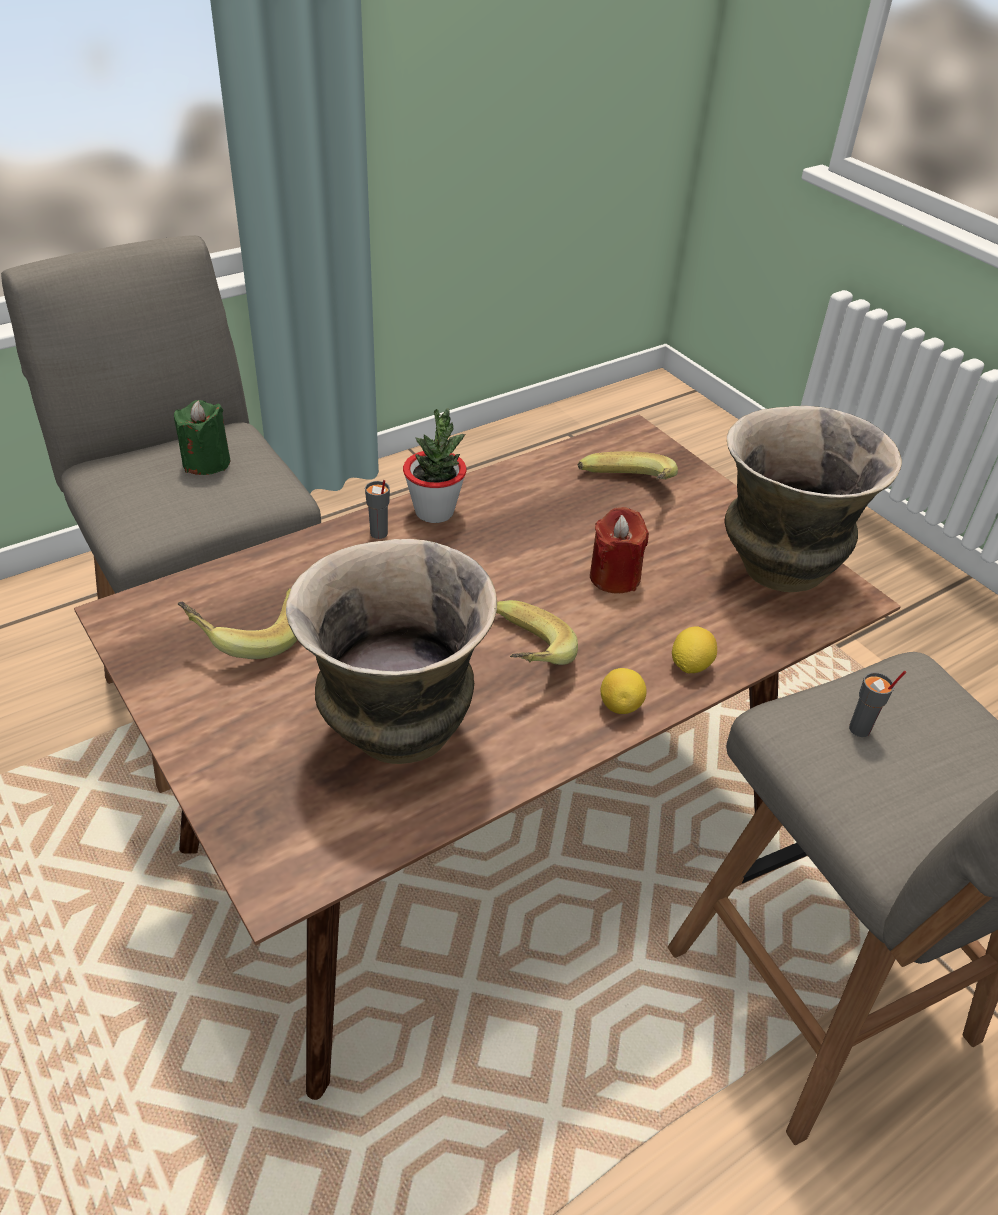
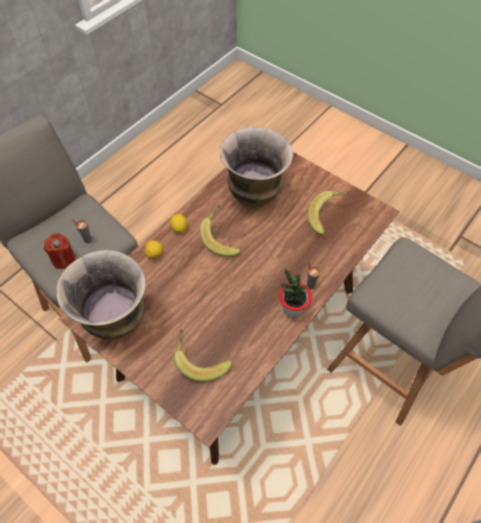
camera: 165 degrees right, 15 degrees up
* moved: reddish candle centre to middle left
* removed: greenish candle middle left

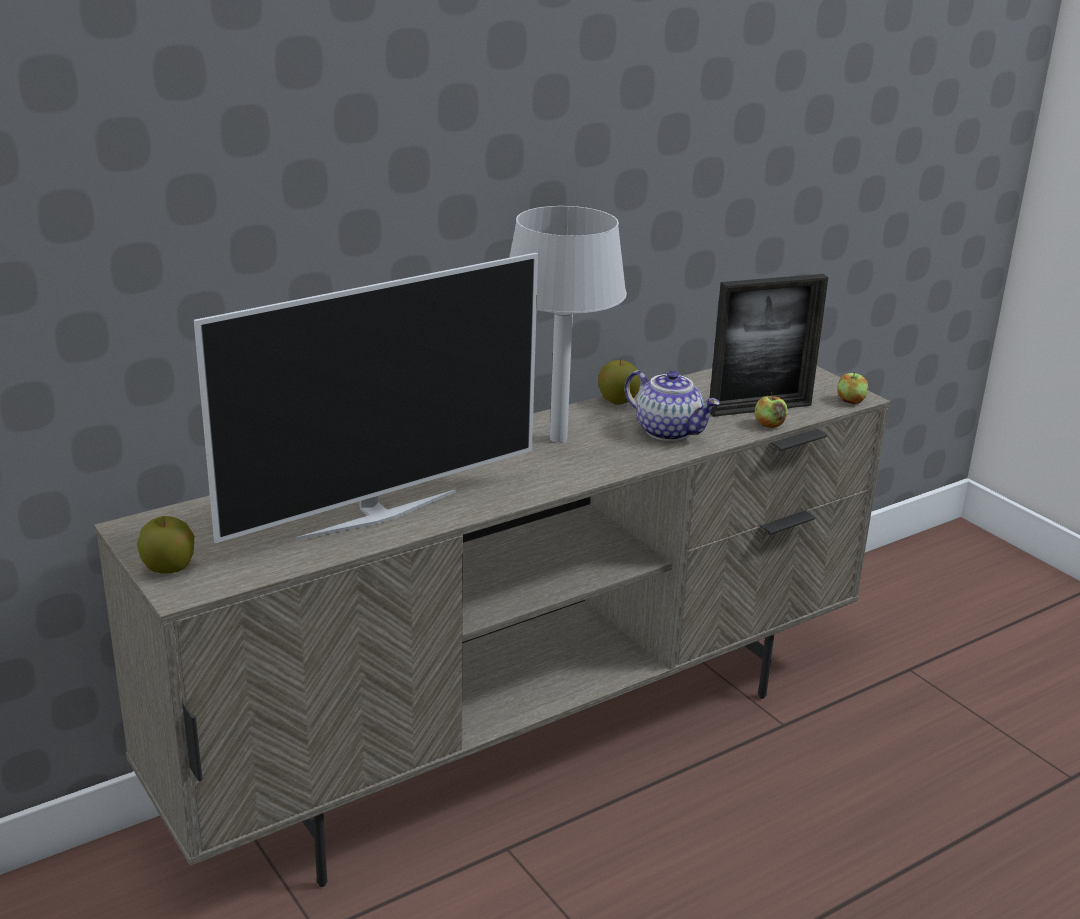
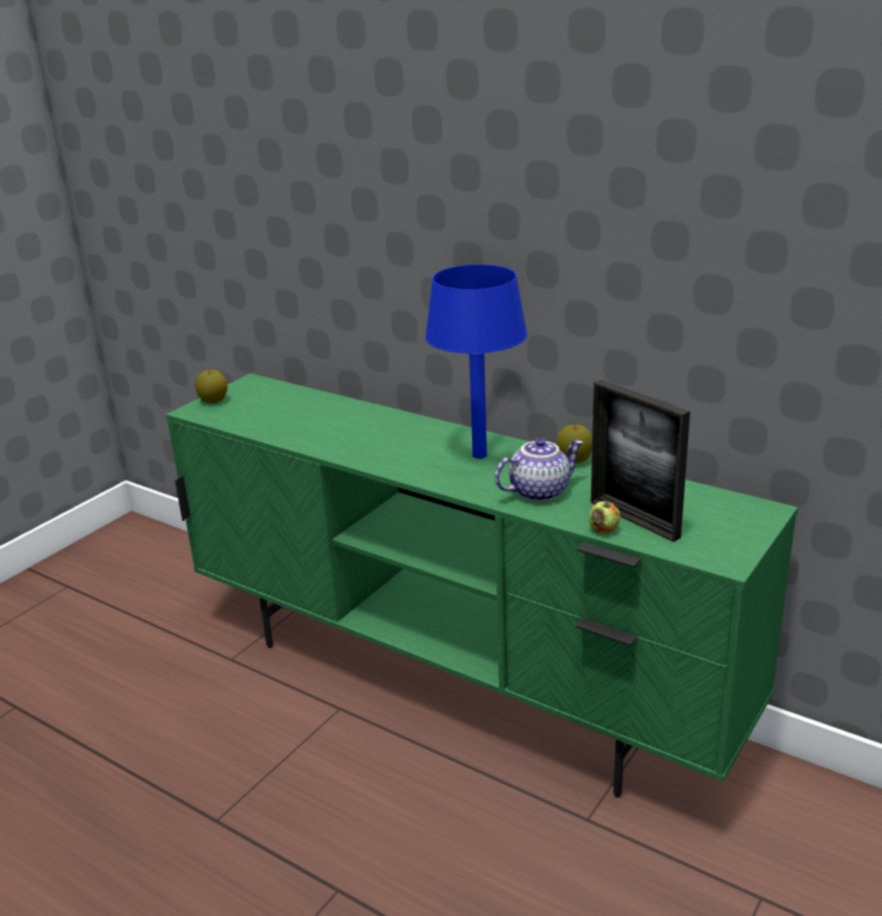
camera: 70 degrees right, 0 degrees up
* recoloured: sand-coloured tv unit bottom centre to greenish tv unit centre
* recoloured: gray lamp for a table centre to blue-coloured lamp for a table centre
* turned: teapot centre = centre 135 degrees counterclockwise
* removed: TV set centre
* removed: whole apple (4th from left) middle right

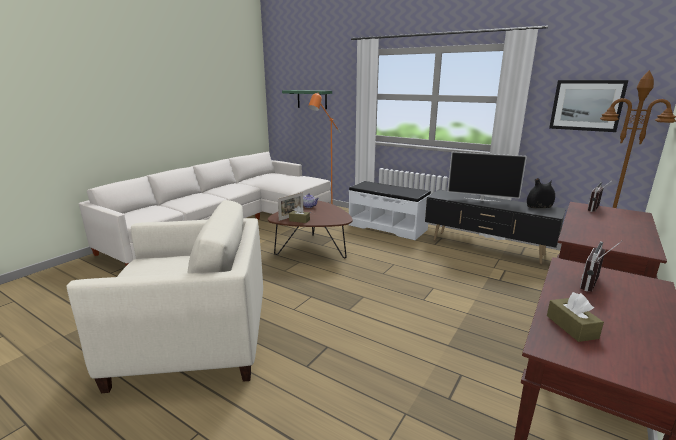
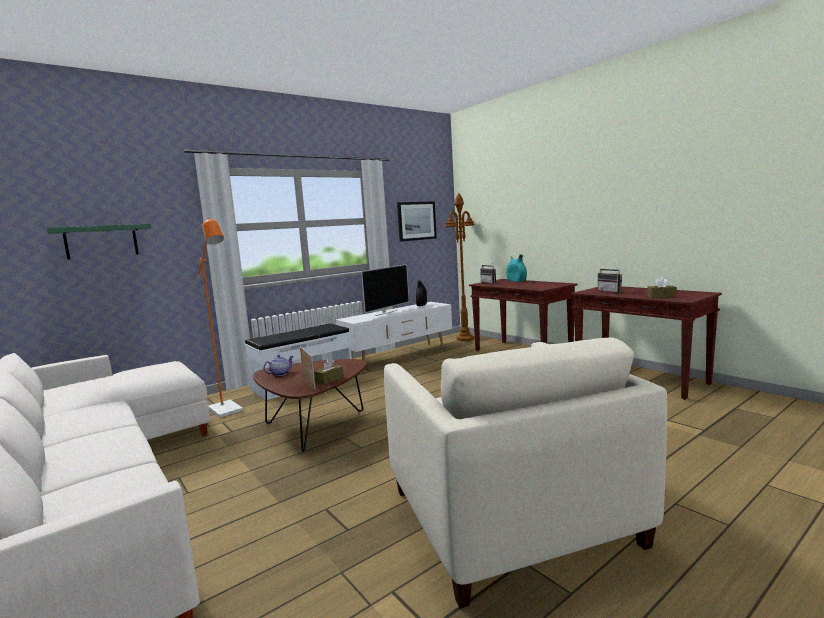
camera: 70 degrees left, 10 degrees down
* recoloured: blackish tv unit middle right to white-coloured tv unit centre
* turned: sand-coloured lounge chair bottom left = bottom centre 150 degrees clockwise
* added: turquoise-coloured flower vase centre

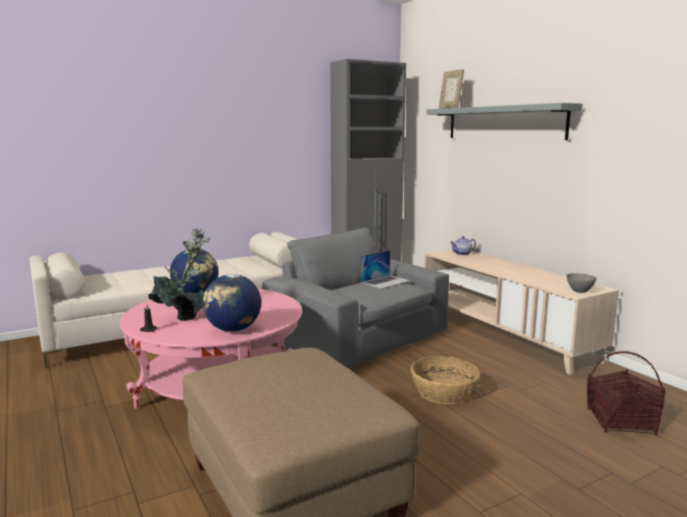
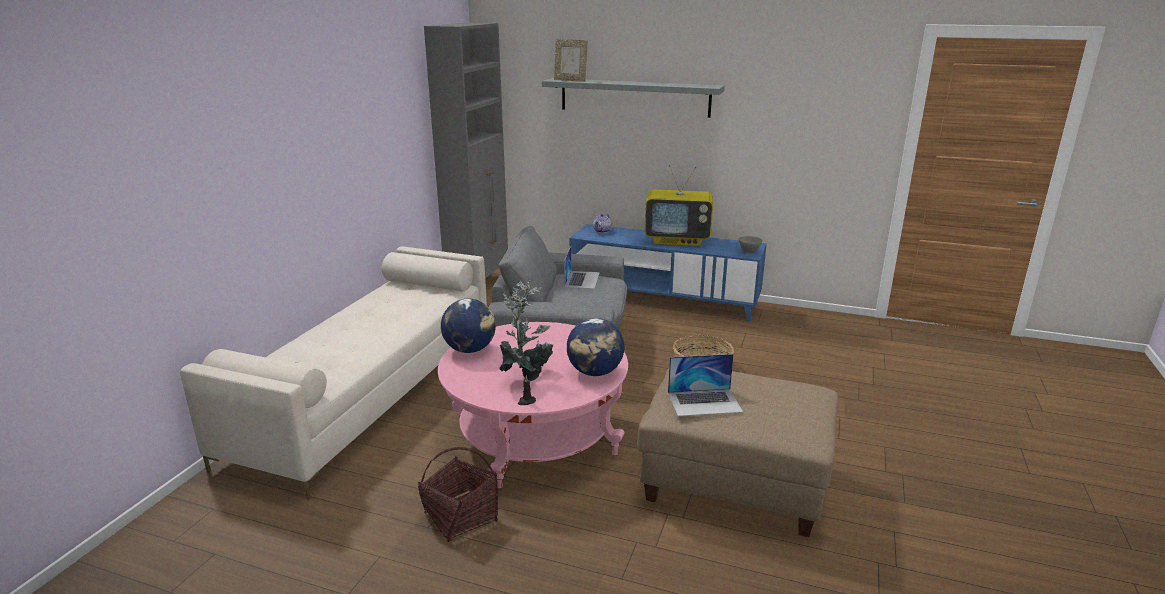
camera: 40 degrees left, 10 degrees up
* moved: household basket (2nd from left in the first image) bottom right to household basket (1st from left) bottom centre
* recoloured: sand-coloured tv unit middle right to blue-coloured tv unit centre
* added: TV set centre
* added: portable computer (2nd from left) centre

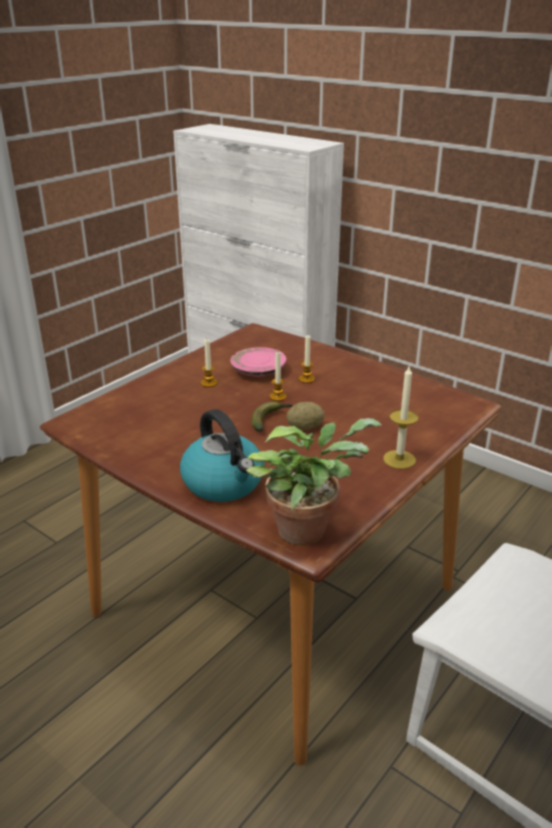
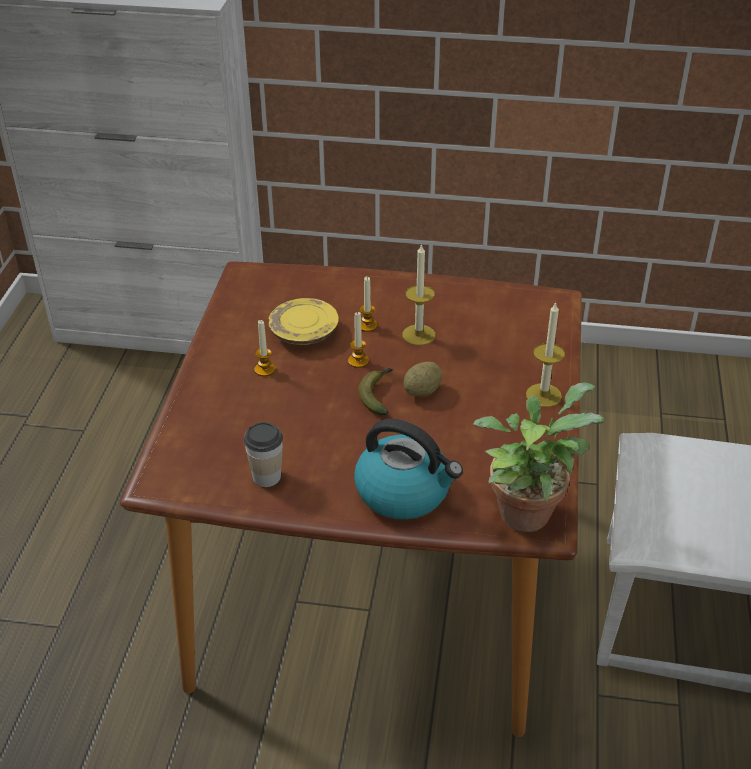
camera: 30 degrees left, 10 degrees up
* added: cup centre
* recoloured: pink plate centre to yellowish plate centre
* added: candle (4th from left) centre

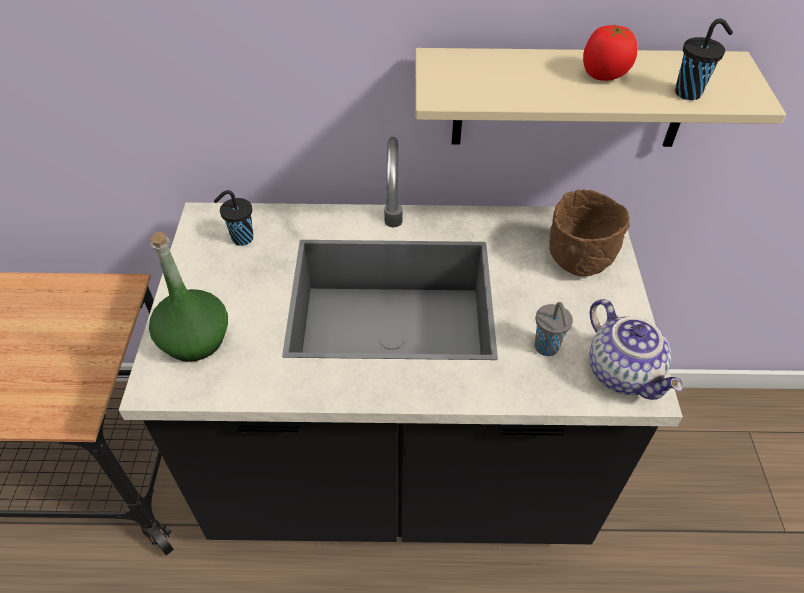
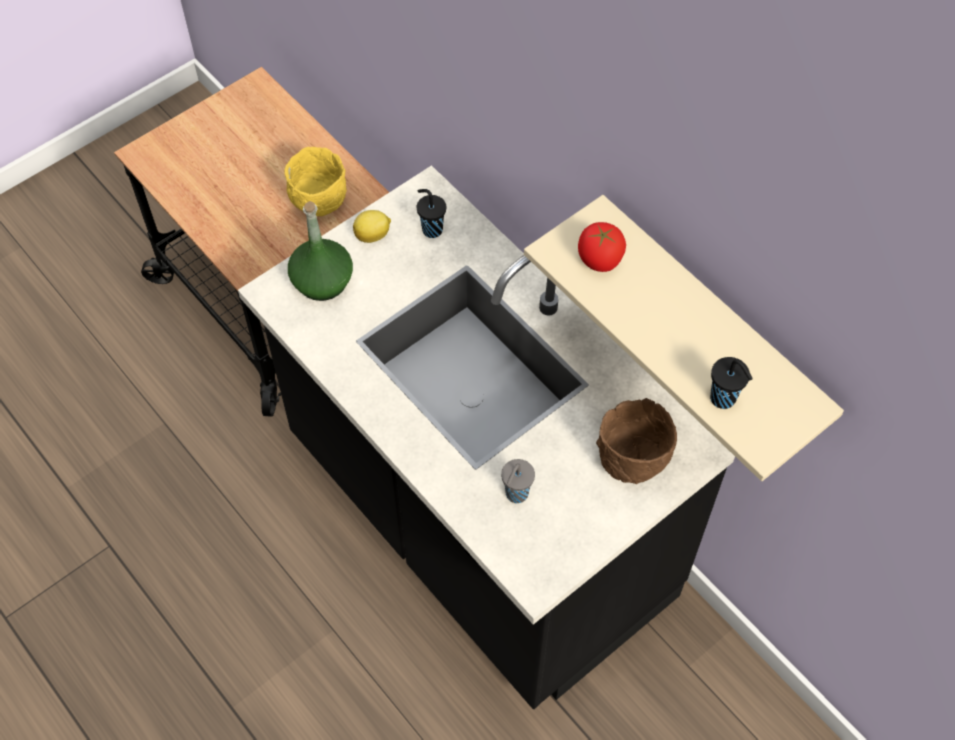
camera: 50 degrees right, 10 degrees up
* added: yellowish bowl top left
* added: whole lemon top centre
* moved: tomato top right to centre
* removed: teapot middle right

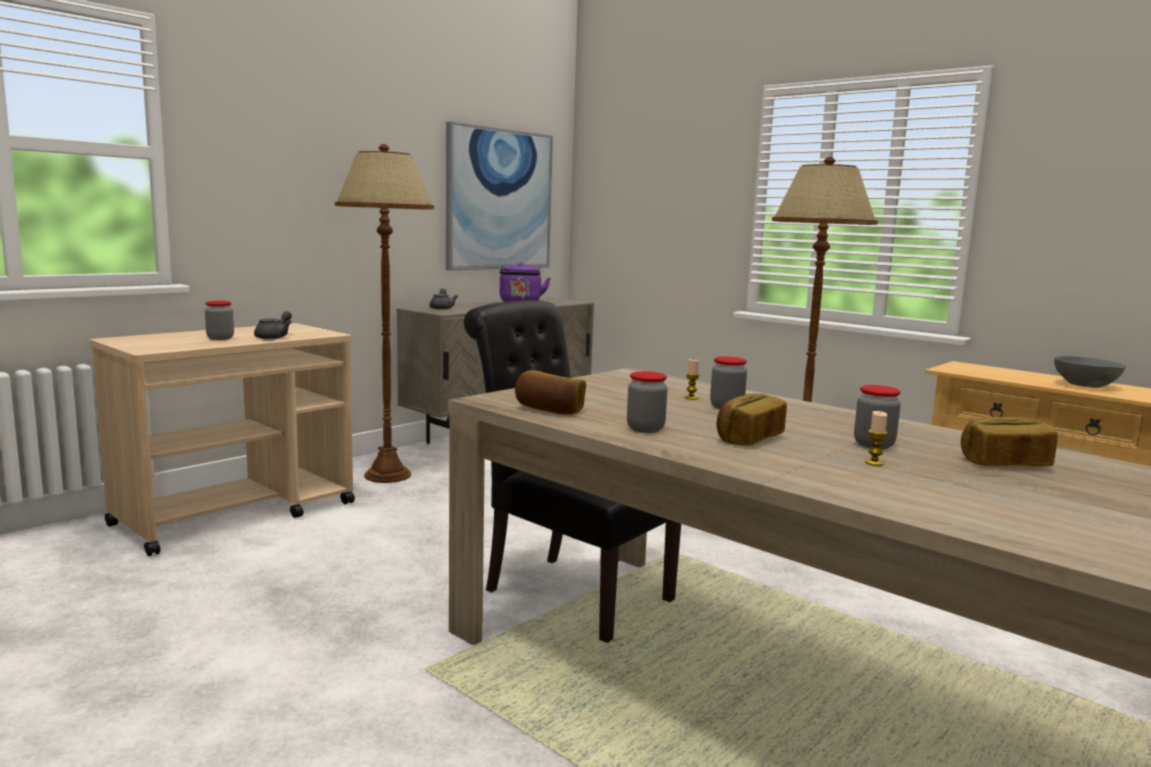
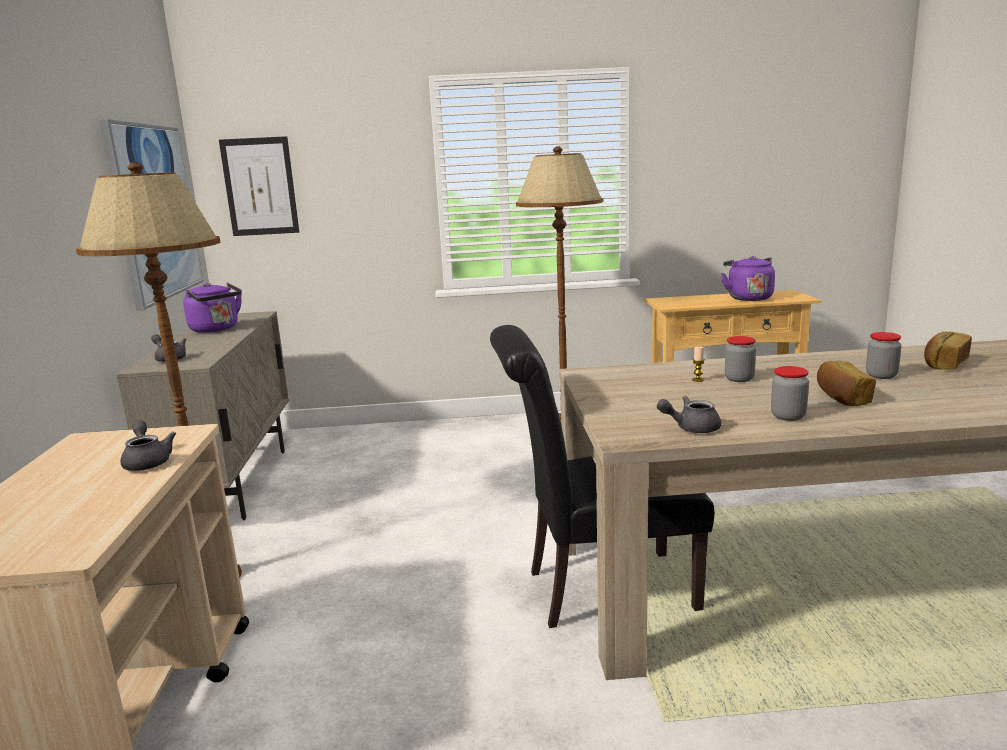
camera: 45 degrees left, 5 degrees up
* added: wall art (2nd from left) top left
* replaced: baked bread (1st from left) centre to gray teapot (3rd from left) middle right
* replaced: gray bowl middle right to purple-coloured tea kettle (2nd from left) middle right
* removed: storage jar (1st from left) middle left
* removed: candle (2nd from left) middle right

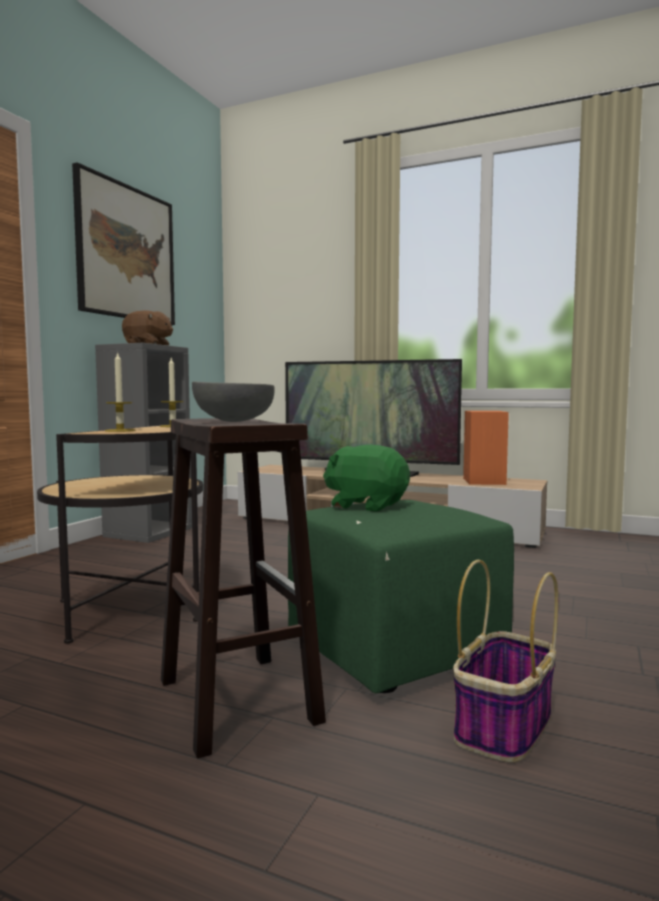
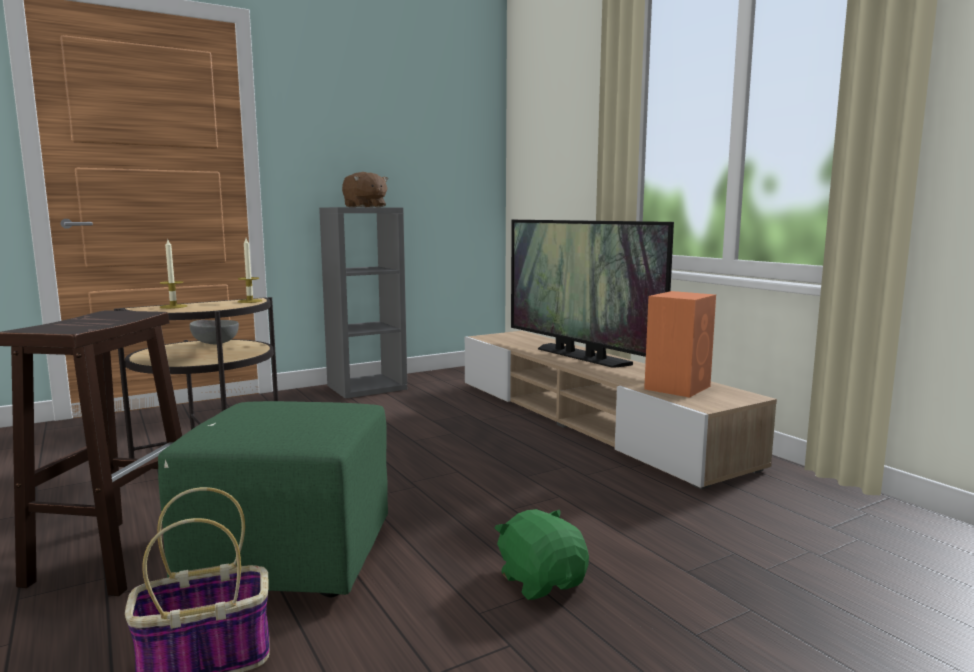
camera: 35 degrees right, 5 degrees up
* moved: gray bowl centre to middle left
* moved: greenish cuddly toy centre to bottom centre
* removed: wall art top left

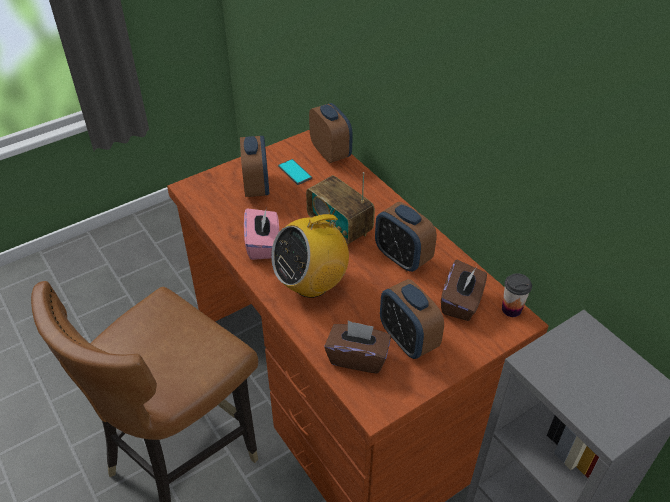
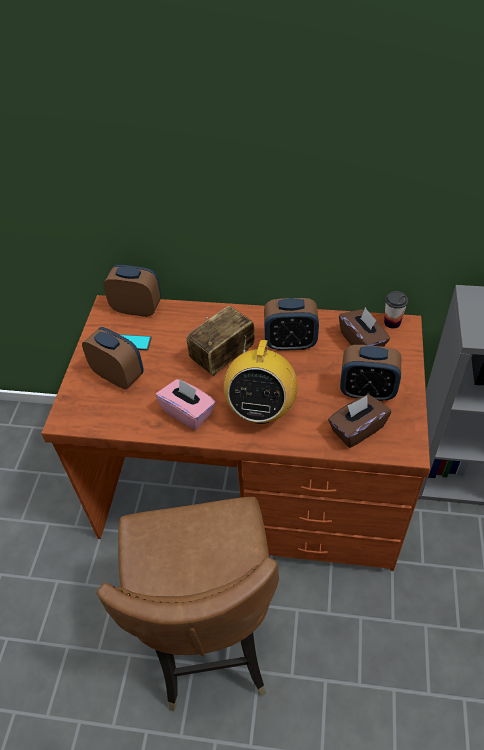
camera: 45 degrees left, 5 degrees up
* turned: radio set (2nd from left in the first image) centre = centre 135 degrees clockwise

